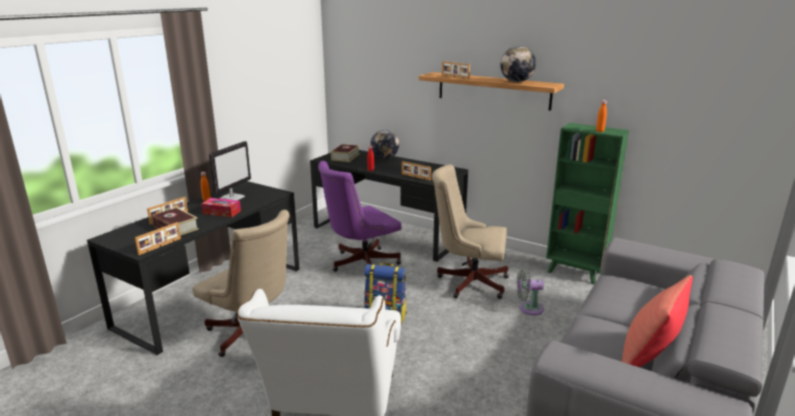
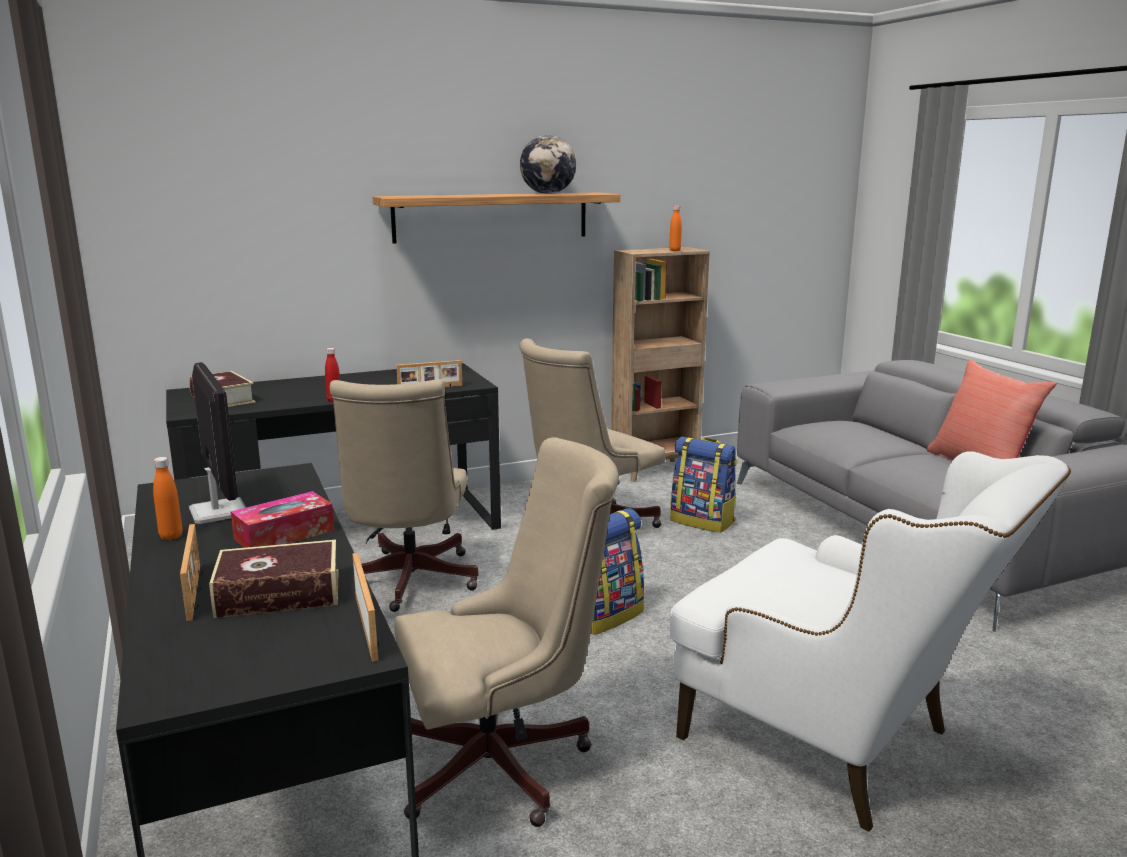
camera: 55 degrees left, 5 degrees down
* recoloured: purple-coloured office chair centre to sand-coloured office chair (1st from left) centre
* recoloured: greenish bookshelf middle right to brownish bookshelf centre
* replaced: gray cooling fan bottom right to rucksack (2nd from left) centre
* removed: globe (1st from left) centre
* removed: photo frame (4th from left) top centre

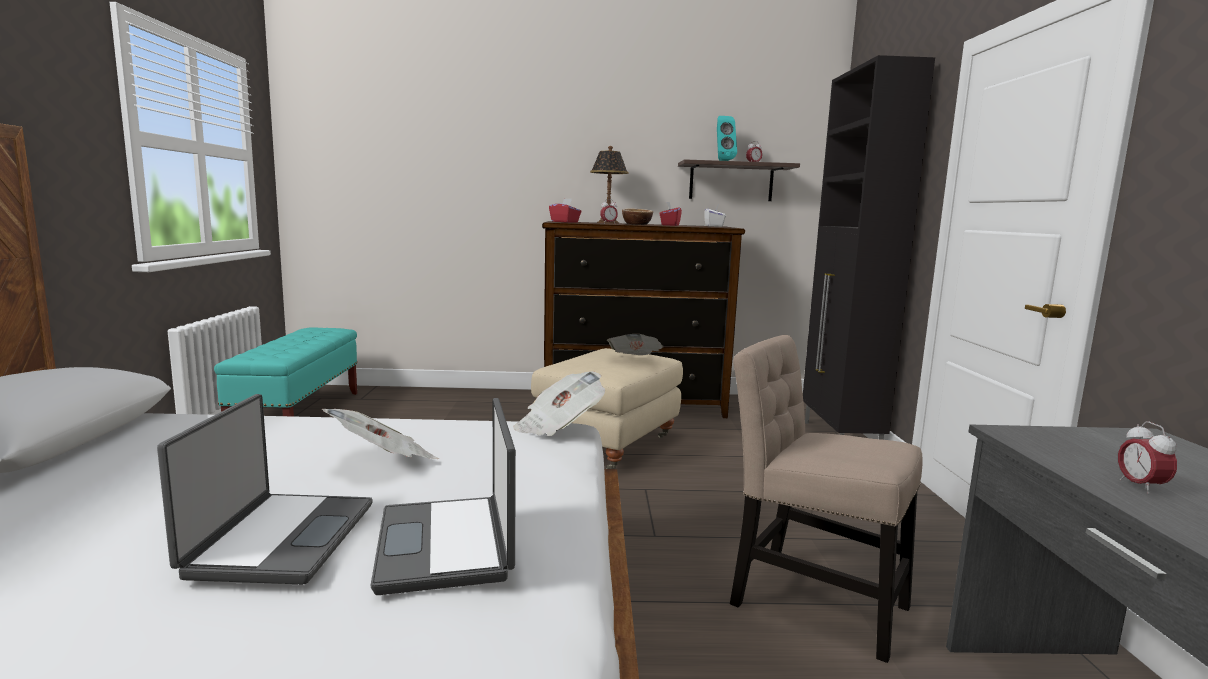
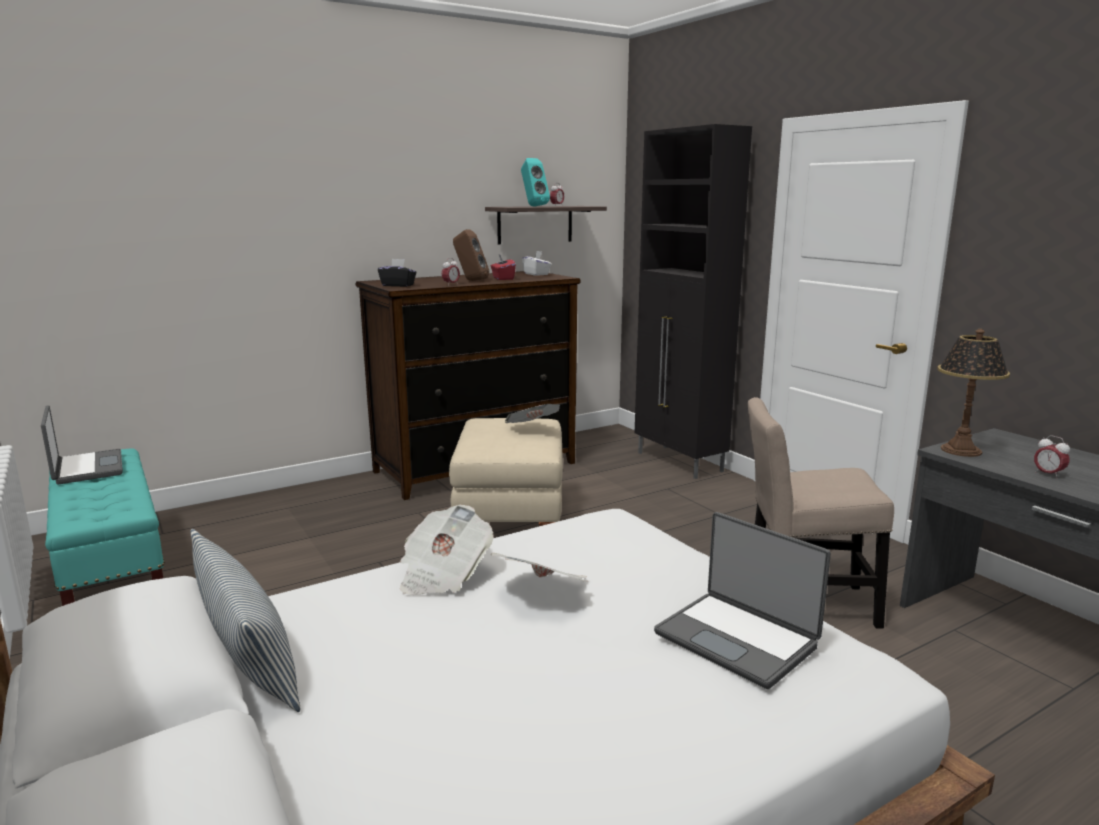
camera: 30 degrees left, 5 degrees up
* moved: portable computer (1st from left) bottom left to middle left
* added: cushion bottom left
* recoloured: reddish tissue box (1st from left) top centre to blackish tissue box top centre
* moved: printed paper (2nd from left in the first image) centre to printed paper (1st from left) bottom centre
* replaced: bowl top centre to brownish loudspeaker top centre
* moved: lamp for a table top centre to middle right

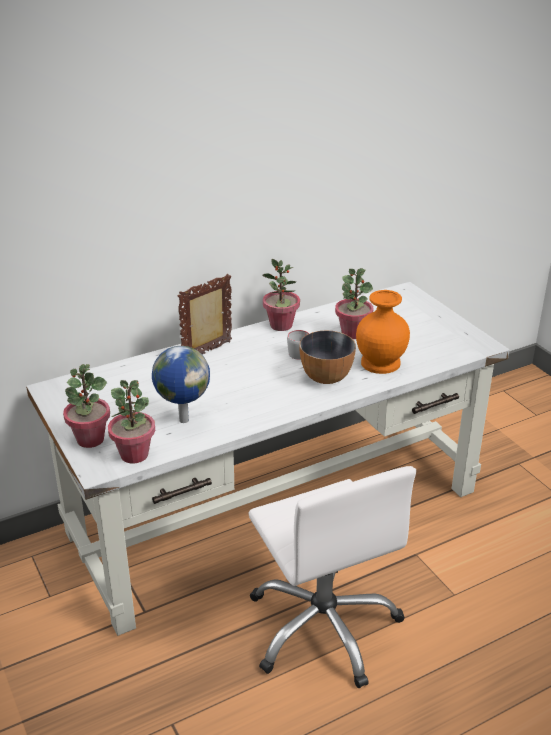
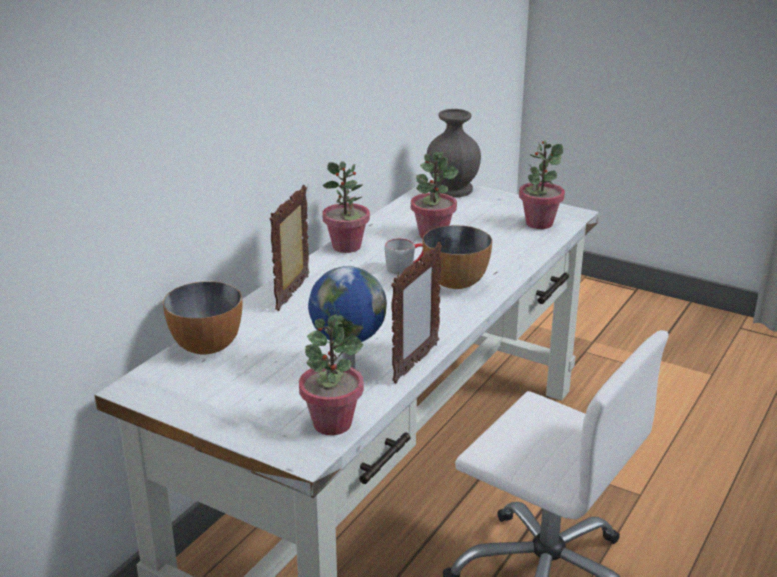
camera: 30 degrees left, 5 degrees down
* added: bowl (1st from left) middle left
* added: photo frame (2nd from left) centre
* added: gray flower vase top centre
* moved: houseplant (1st from left in the first image) middle left to houseplant (4th from left) top right
* removed: orange-coloured flower vase middle right

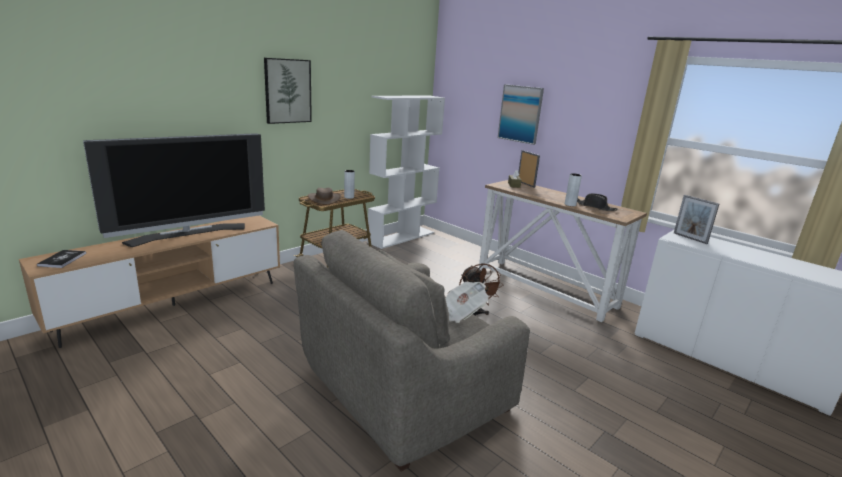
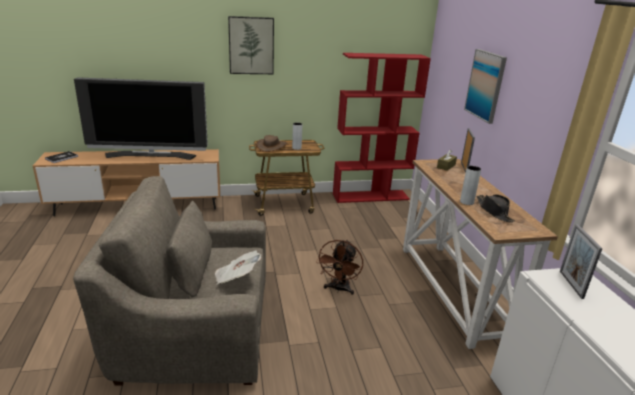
camera: 35 degrees right, 5 degrees up
* recoloured: white-coloured bookshelf centre to reddish bookshelf top centre

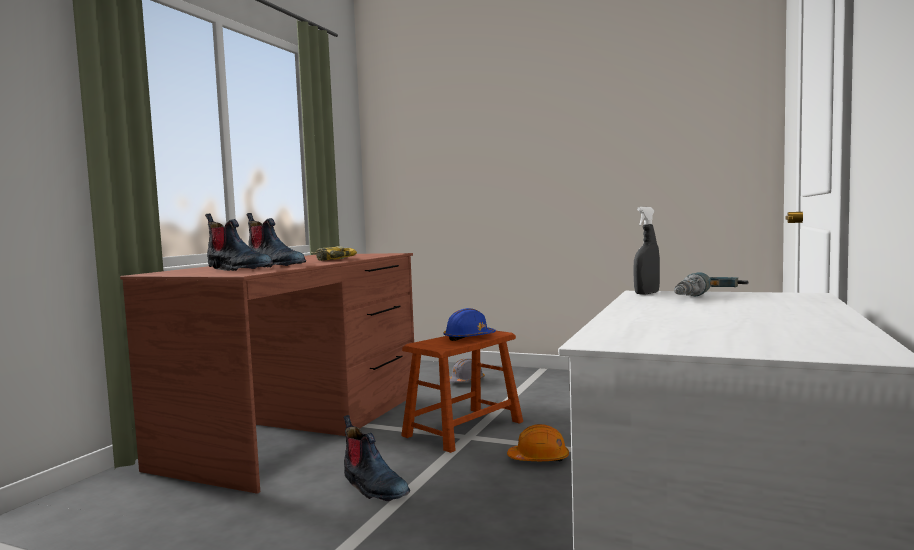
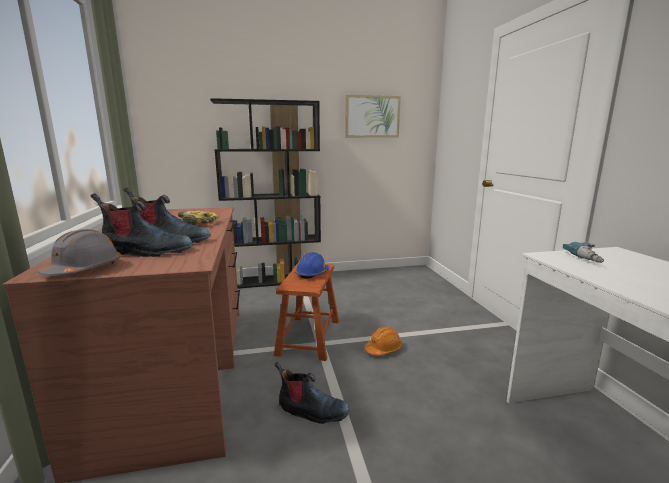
camera: 35 degrees left, 10 degrees up
* moved: gray hard hat bottom centre to middle left
* added: blackish bookshelf centre
* added: wall art top centre
* removed: gray spray bottle middle right

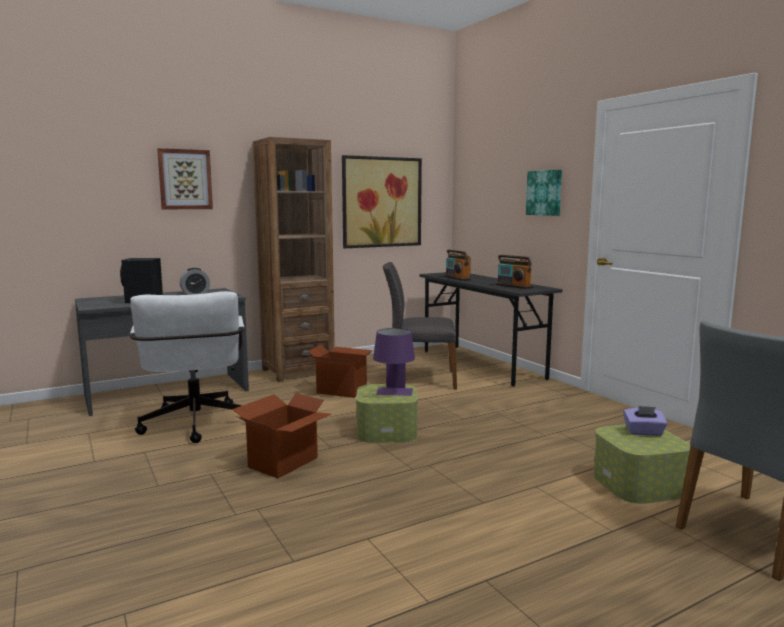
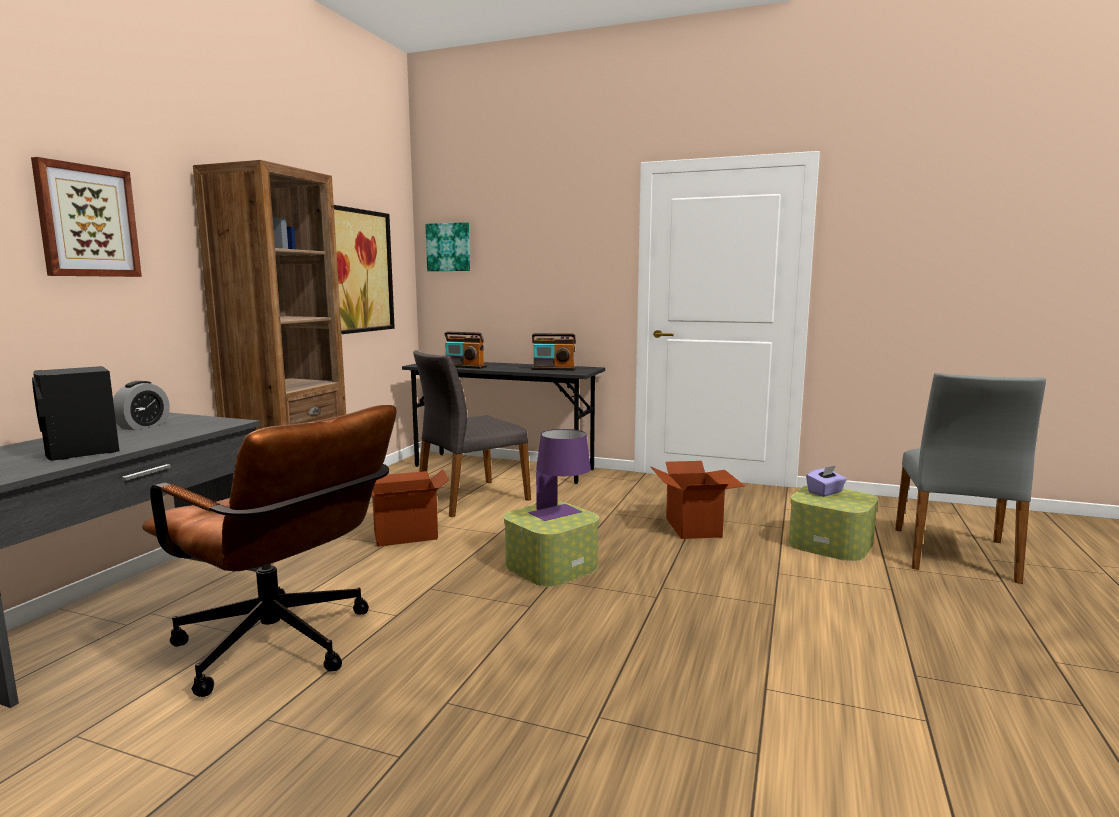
camera: 40 degrees left, 0 degrees up
* recoloured: white-coloured office chair middle left to brownish office chair bottom left
* moved: wall art (3rd from left) top right to top centre
* moved: cardboard box (1st from left in the first image) bottom centre to cardboard box (2nd from left) centre

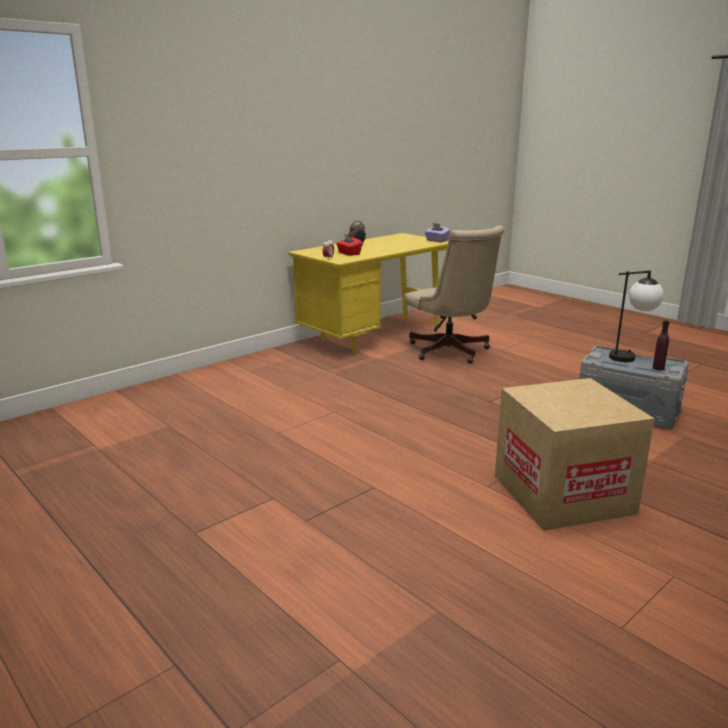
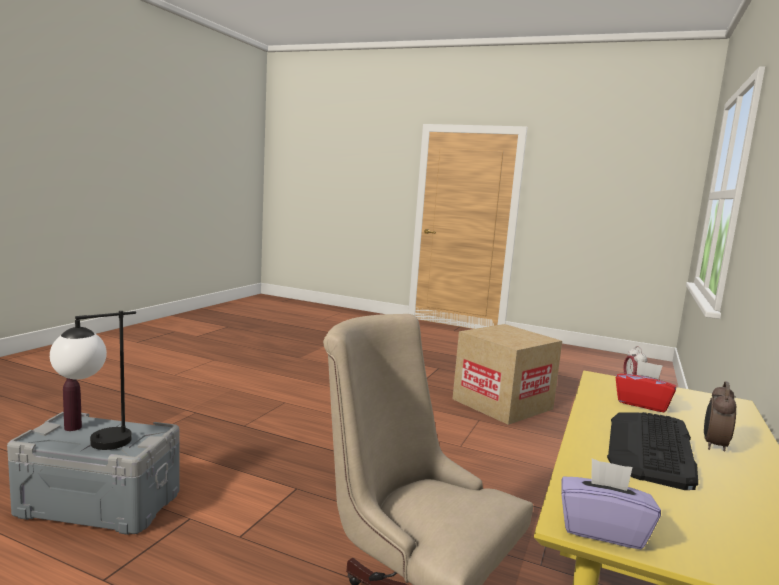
camera: 155 degrees right, 10 degrees down
* moved: cardboard box middle right to centre
* added: keyboard bottom right

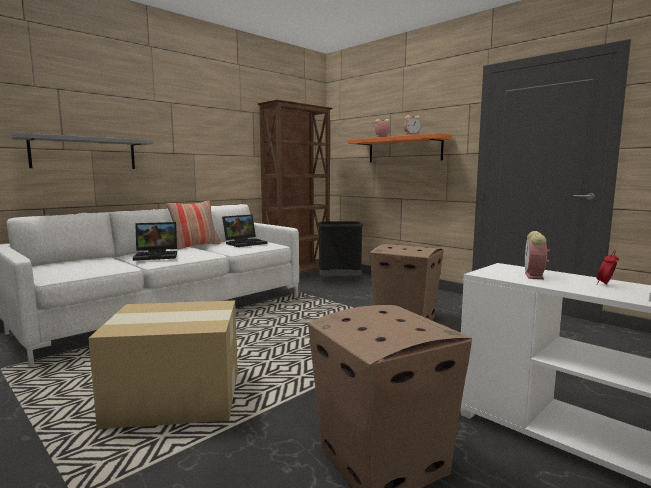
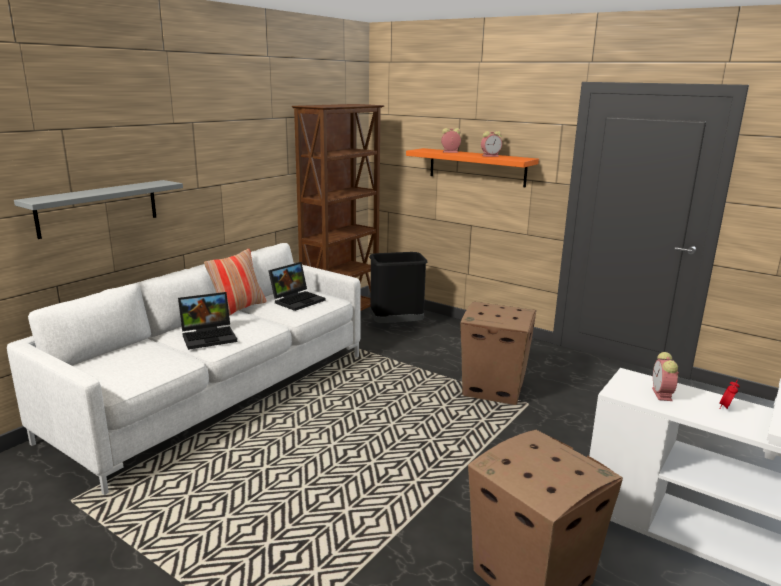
camera: 10 degrees left, 10 degrees up
* removed: cardboard box (1st from left) bottom left

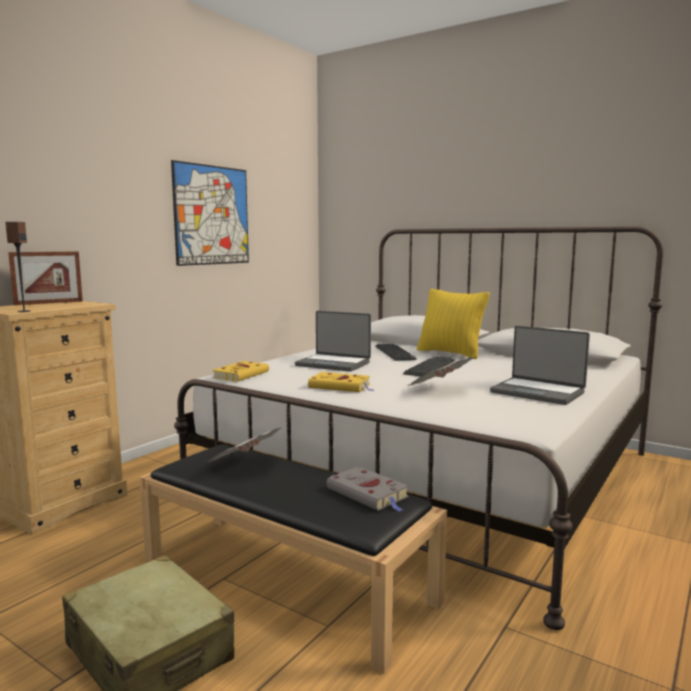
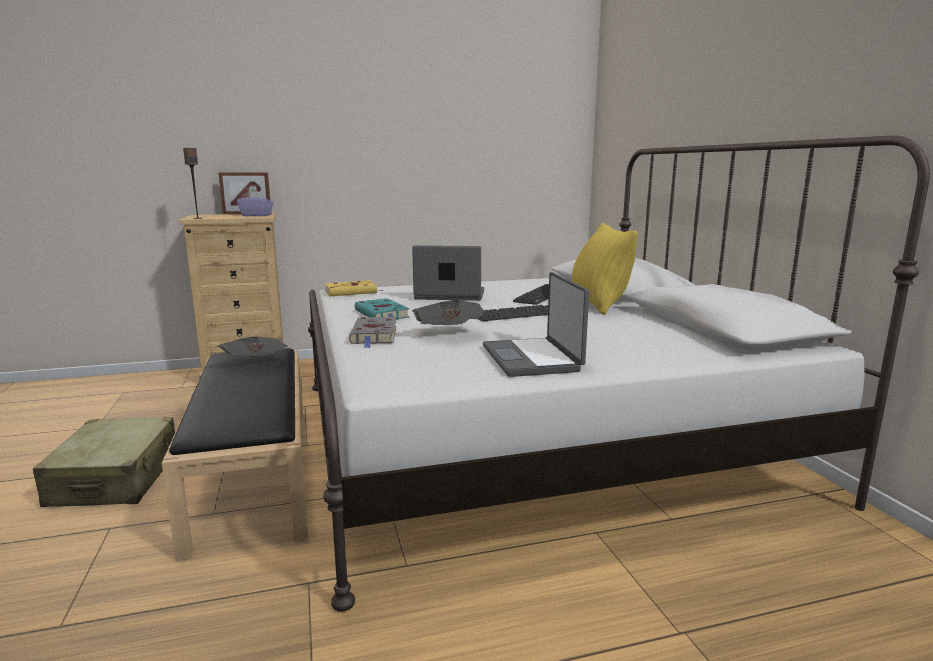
camera: 40 degrees right, 5 degrees up
* added: purple-coloured tissue box top left
* moved: gray bound book bottom centre to centre
* recoloured: yellowish bound book (2nd from left) centre to turquoise-coloured bound book centre
* turned: portable computer (1st from left) centre = centre 120 degrees clockwise
* removed: wall art top left

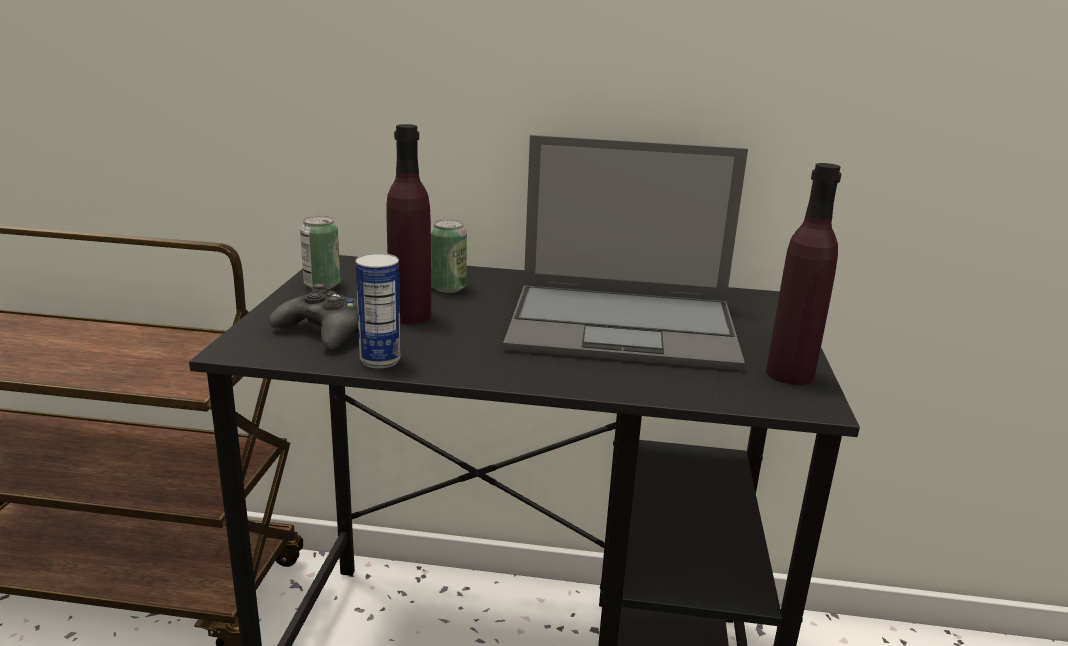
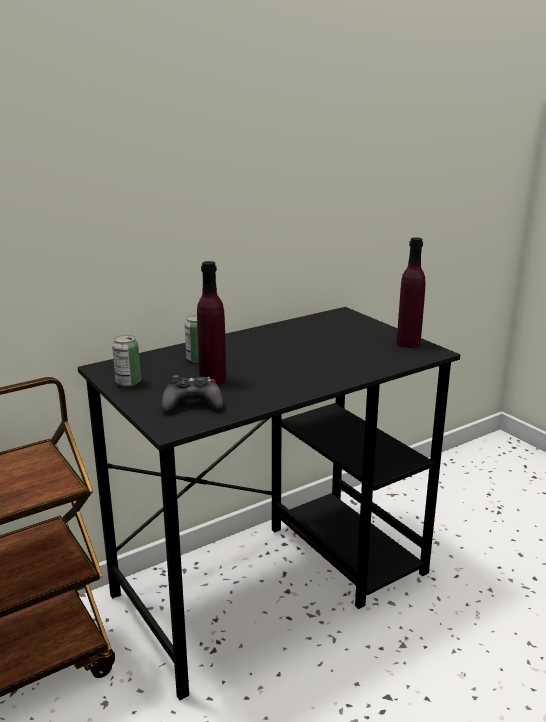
camera: 40 degrees left, 0 degrees up
* removed: sealed can (2nd from left) centre
* removed: portable computer centre

